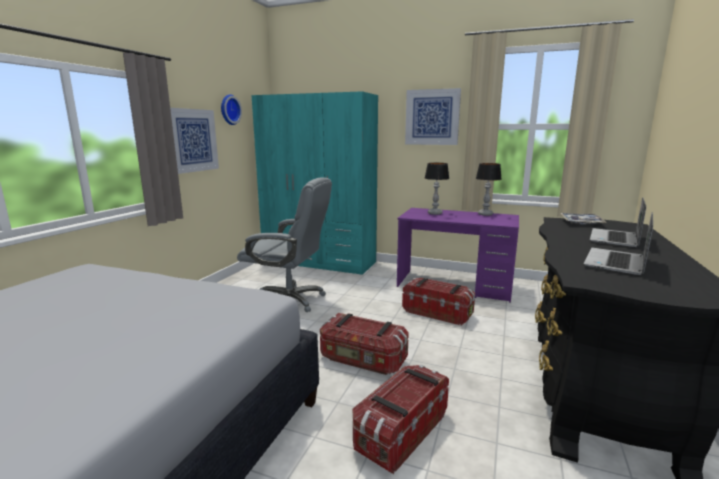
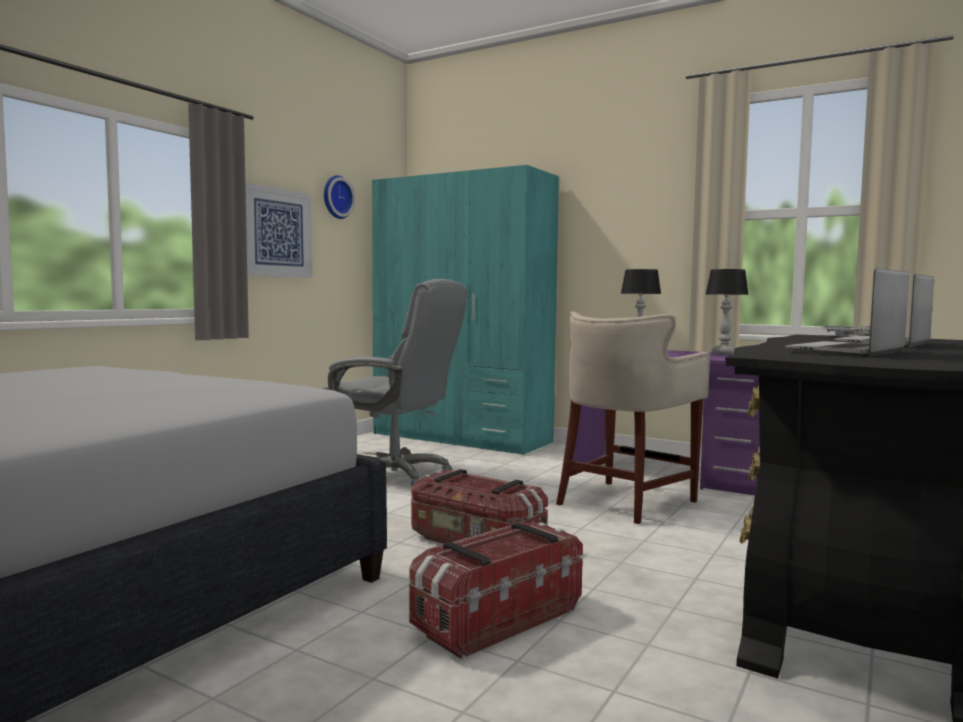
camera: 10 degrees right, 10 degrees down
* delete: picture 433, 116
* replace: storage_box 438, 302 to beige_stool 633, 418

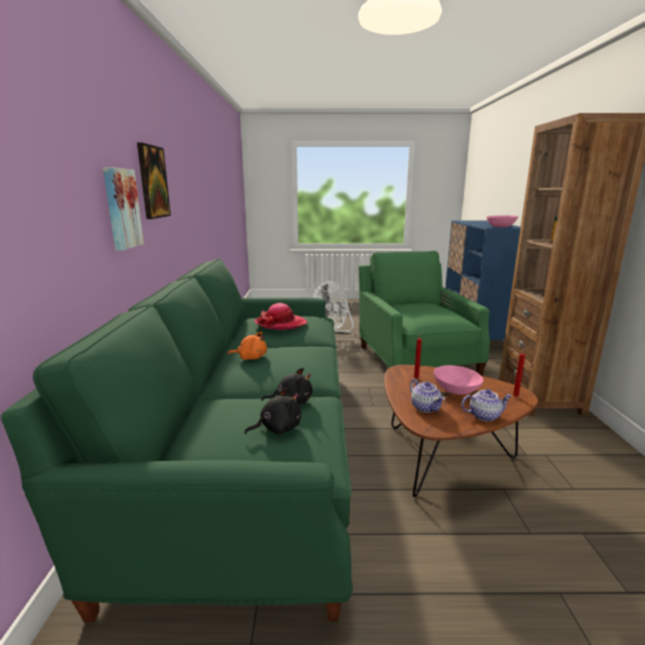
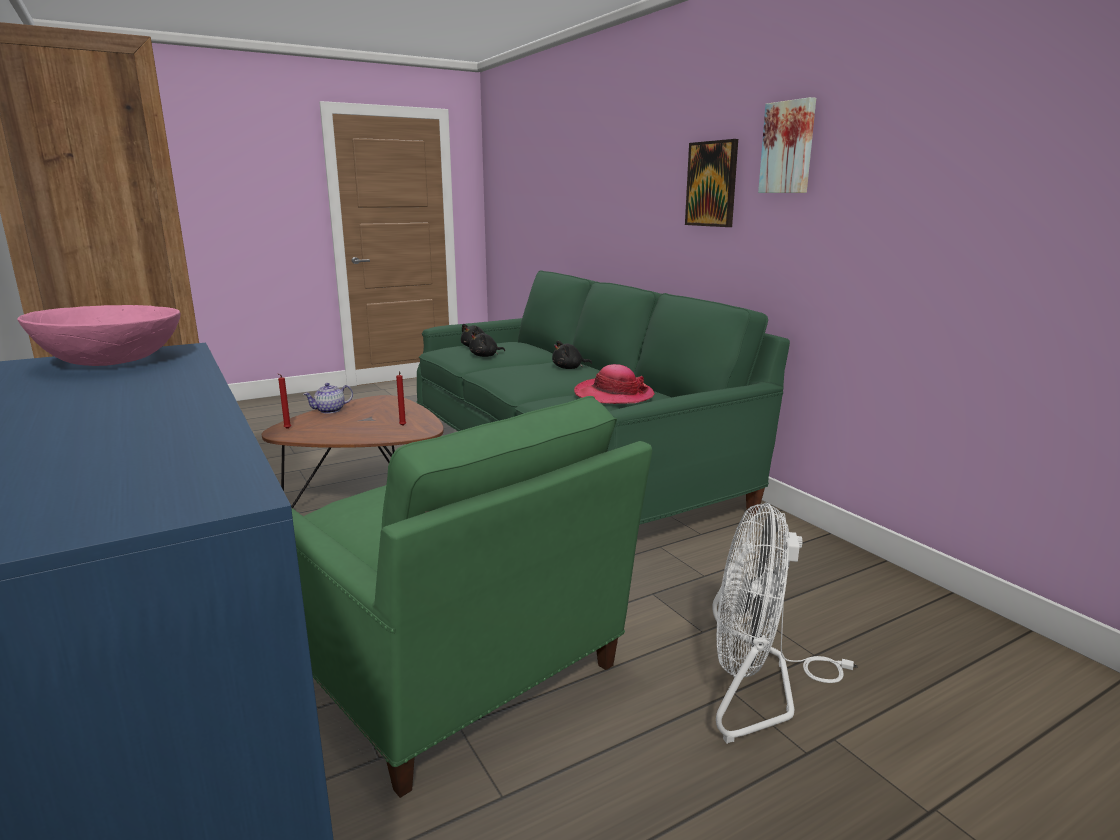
camera: 150 degrees right, 0 degrees up
* move: picture 123, 209 to 787, 145
* recolor: orange_plush_toy 247, 346 to black_plush_toy 572, 355
* delete: pink_bowl 458, 380
* delete: teapot 427, 396

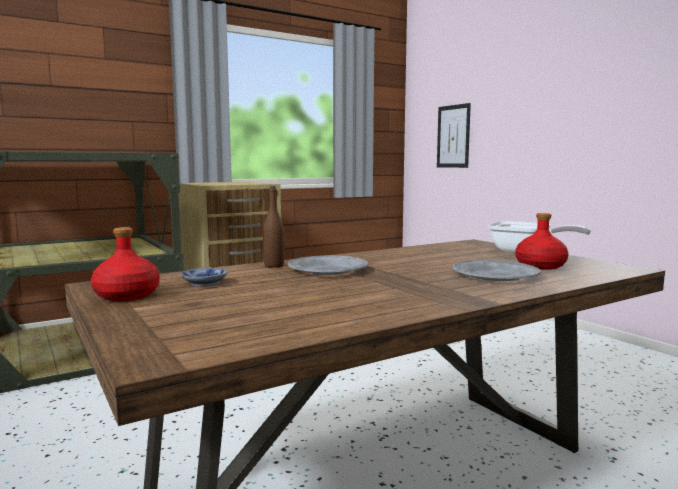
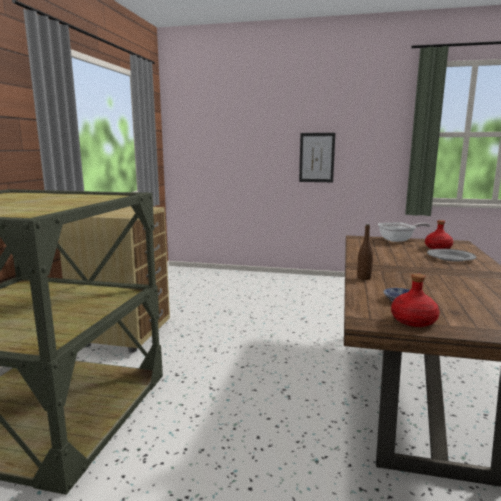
camera: 45 degrees left, 5 degrees up
* move: picture 454, 135 to 317, 157
* delete: grey_plate 328, 265

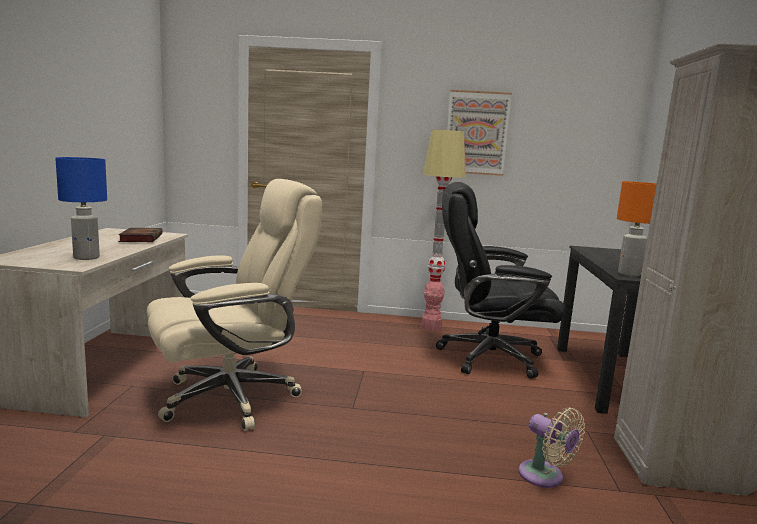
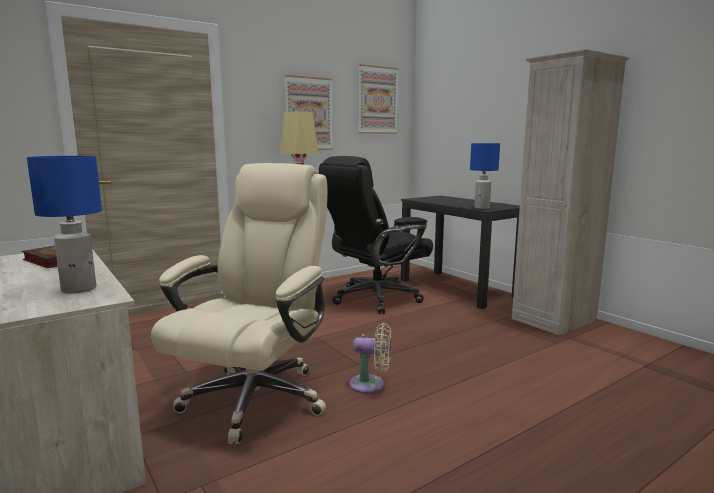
camera: 40 degrees left, 0 degrees up
* recolor: orange_table_lamp 637, 228 to blue_table_lamp 485, 176
* move: beige_fan 551, 448 to 370, 358
* insert: picture 378, 99

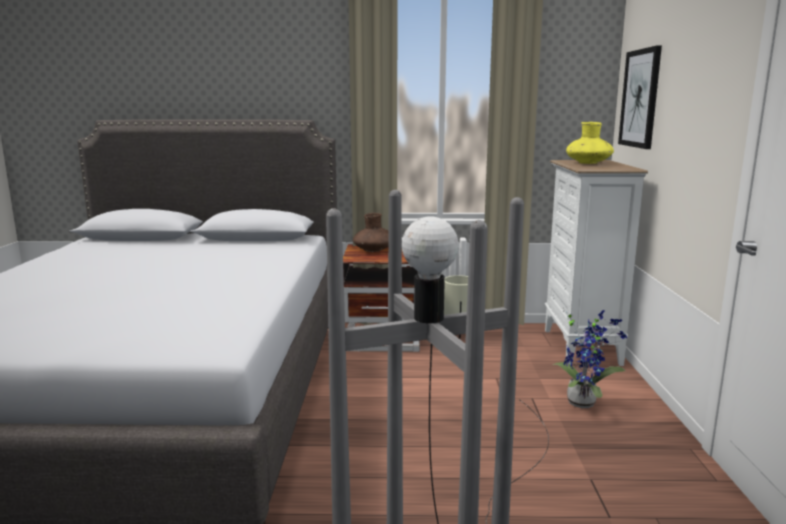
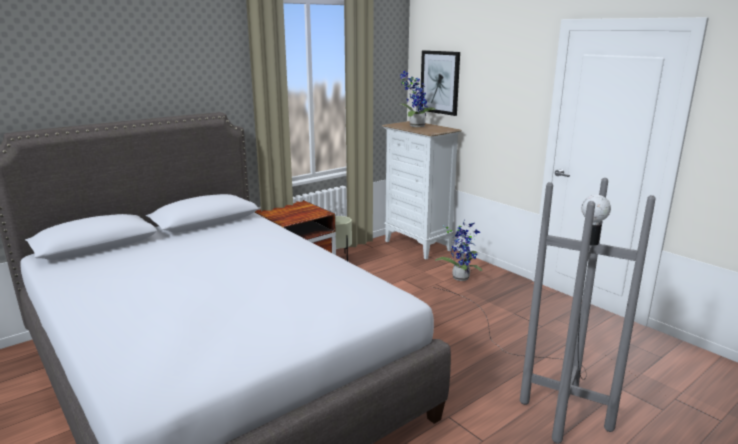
camera: 40 degrees left, 5 degrees up
* replace: yellow_vase 590, 143 to potted_plant 418, 99
* delete: brown_vase 371, 232

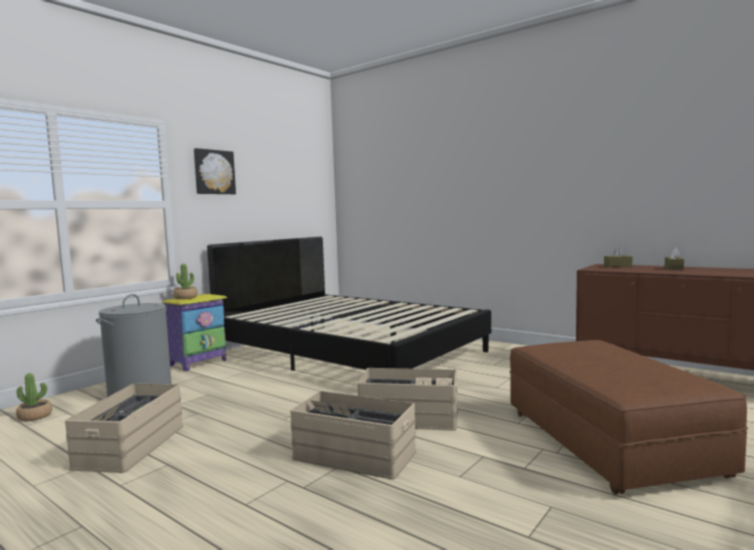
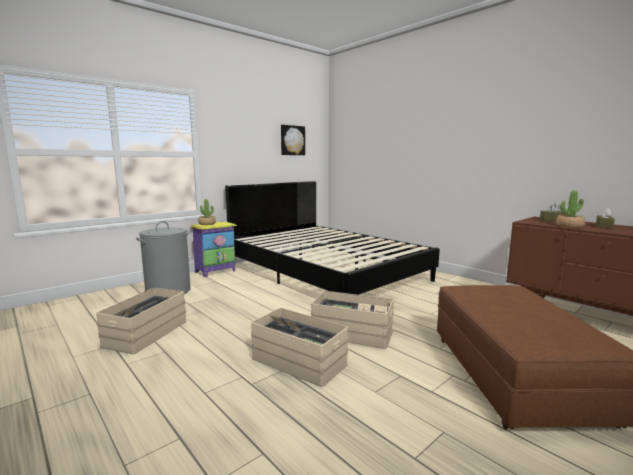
camera: 10 degrees right, 5 degrees up
* move: picture 215, 171 to 293, 140
* move: potted_plant 34, 397 to 570, 209

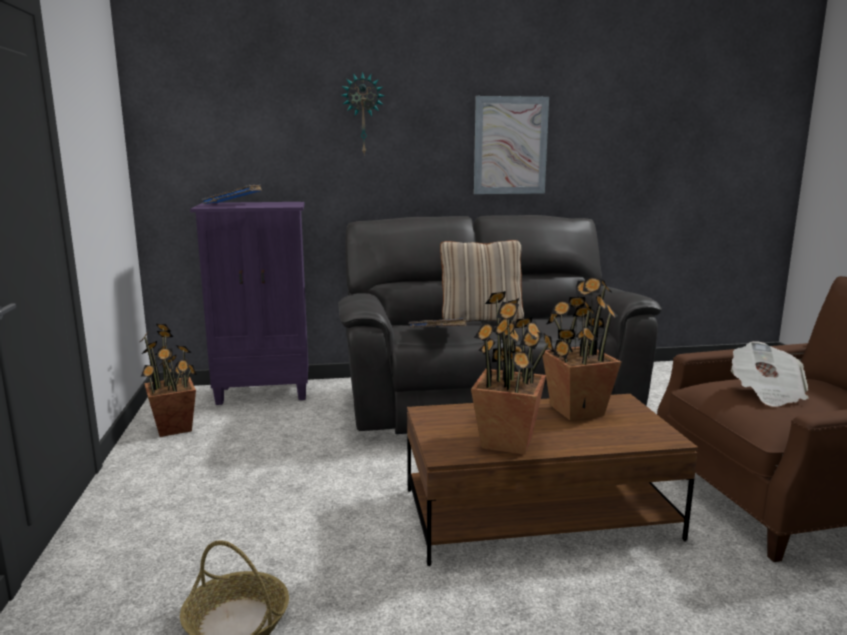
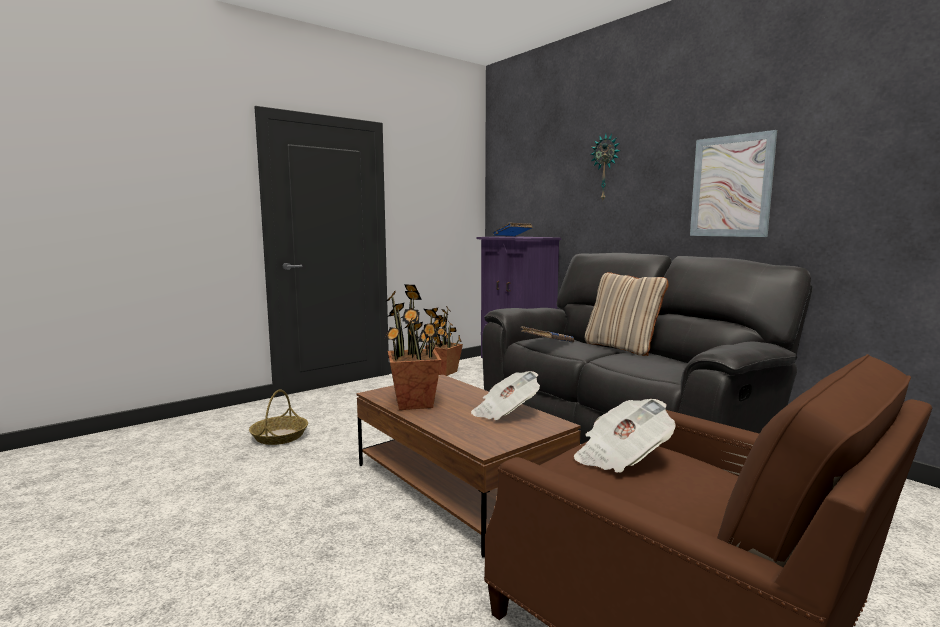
camera: 60 degrees right, 5 degrees down
* replace: potted_plant 582, 348 to newspaper 505, 395

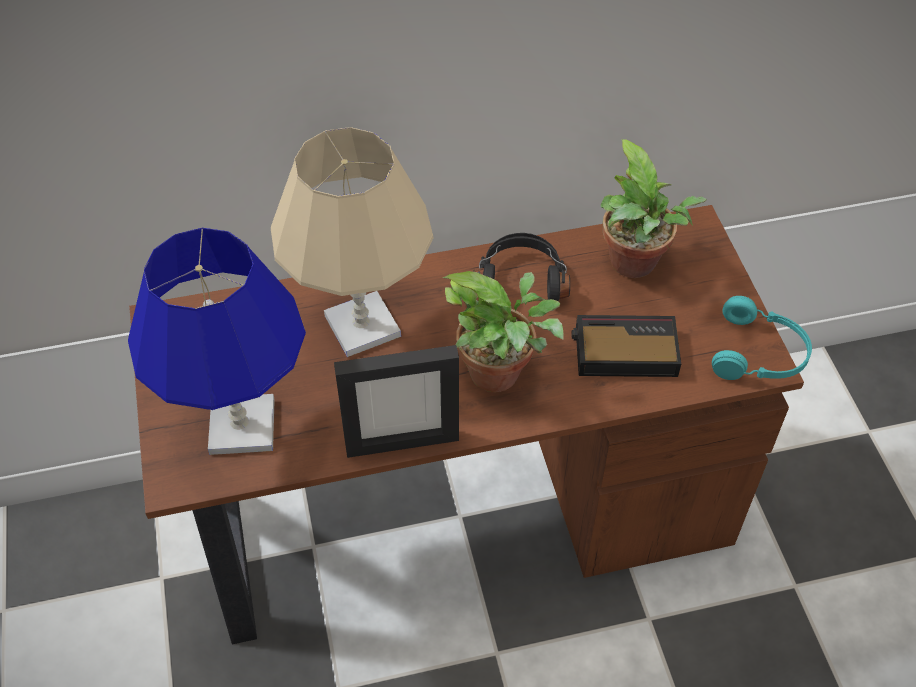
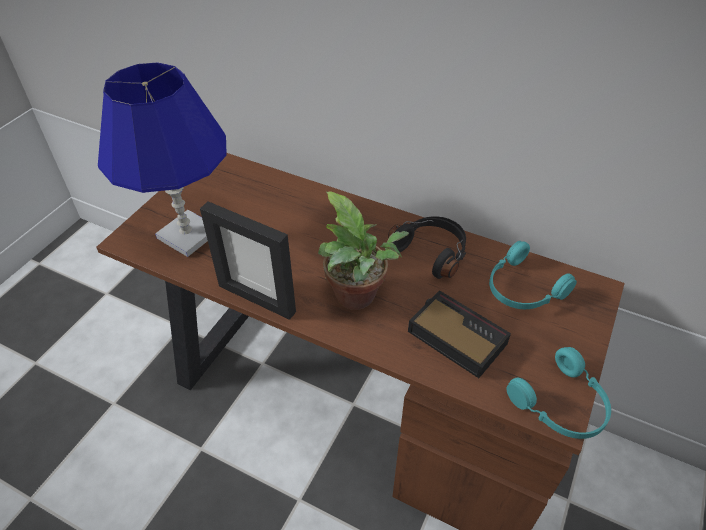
camera: 40 degrees right, 5 degrees down
* delete: beige_table_lamp 352, 242
* replace: potted_plant 653, 208 to turquoise_headphones 533, 275

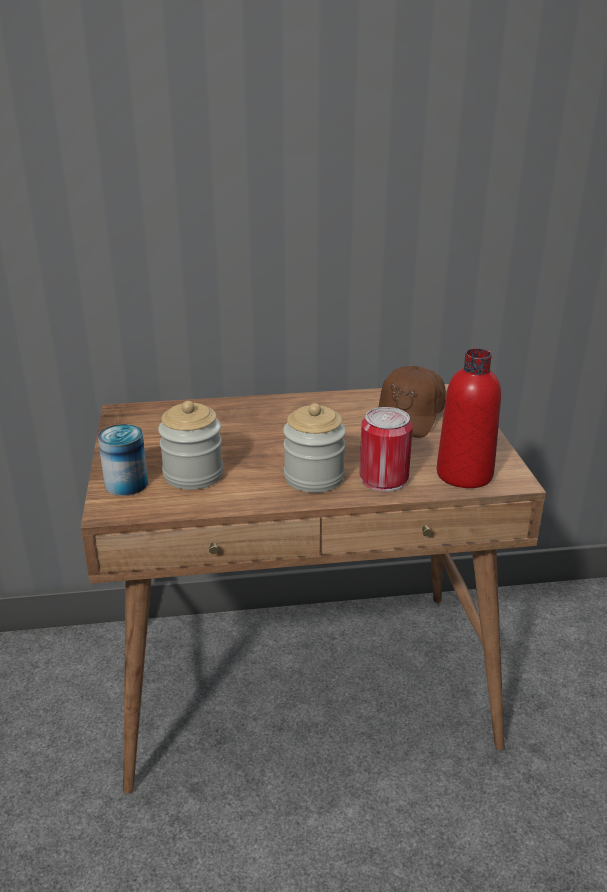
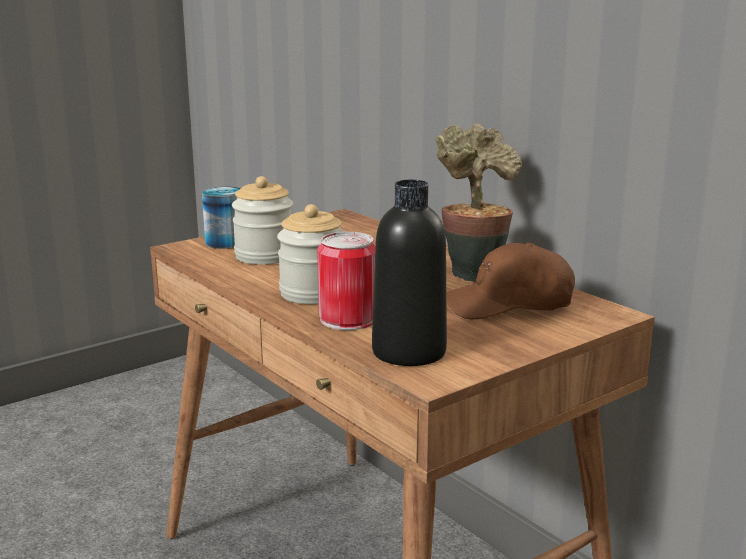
camera: 60 degrees right, 10 degrees down
* recolor: red_bottle 469, 418 to black_bottle 409, 273
* insert: potted_plant 479, 202

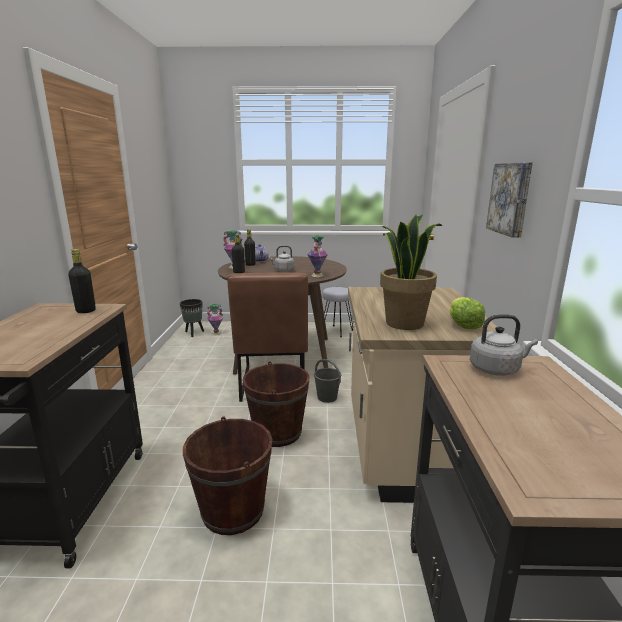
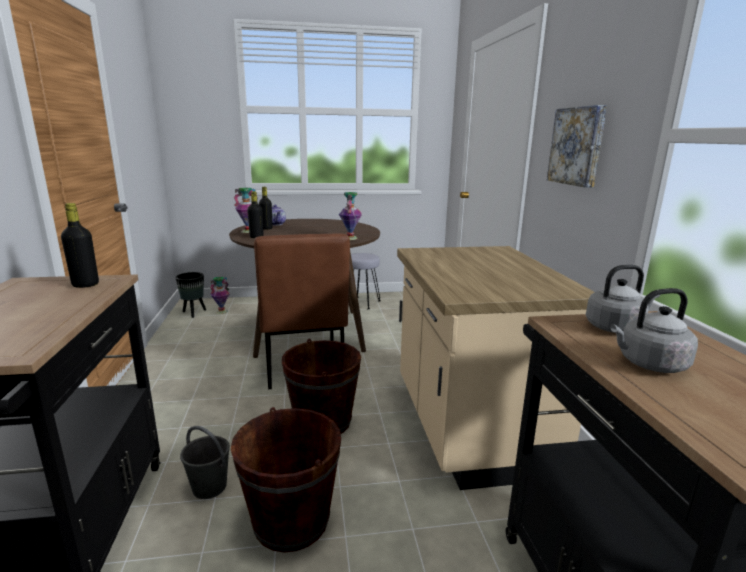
camera: 10 degrees left, 0 degrees up
* delete: potted_plant 411, 272
* move: grey_kettle 282, 259 to 654, 330
* delete: lettuce 467, 313
* move: grey_bucket 327, 381 to 205, 462

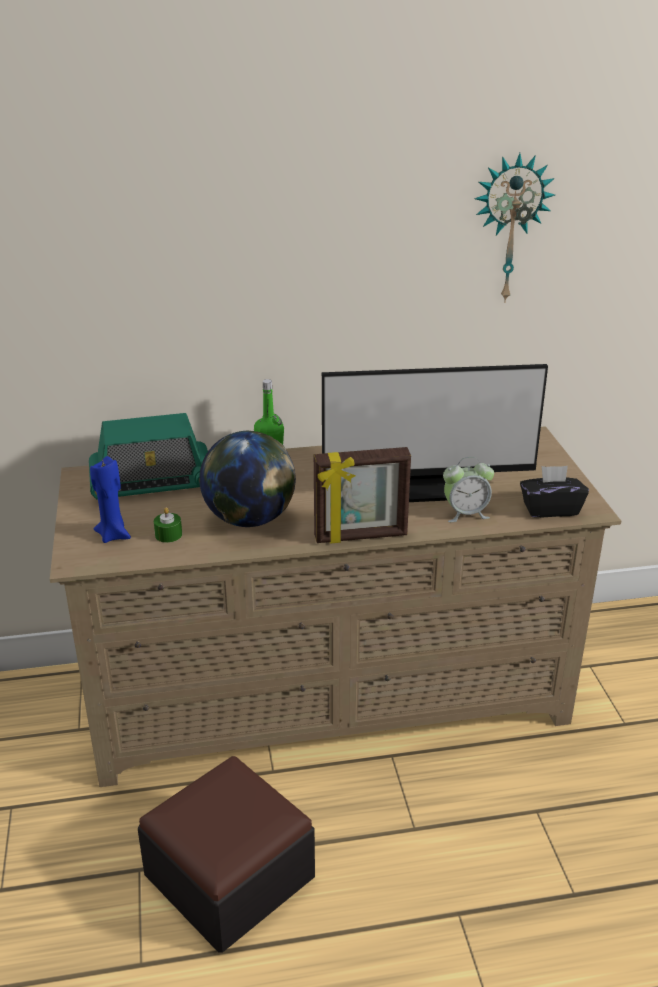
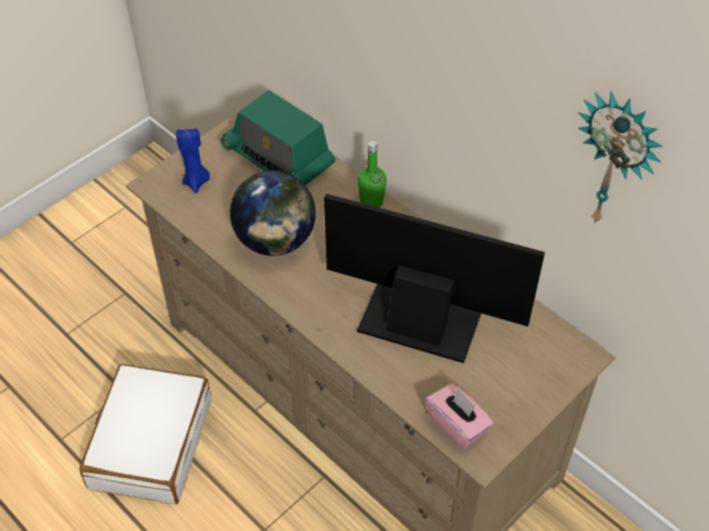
camera: 55 degrees right, 20 degrees up
* rotate: monitor 435, 433 = 434, 278 150 degrees clockwise
* delete: picture_frame 362, 495
* delete: alarm_clock 468, 489
* recolor: black_tissue_box 554, 492 to pink_tissue_box 459, 416
* delete: green_candle 168, 525
* replace: ottoman 226, 854 to white_suitcase 145, 434

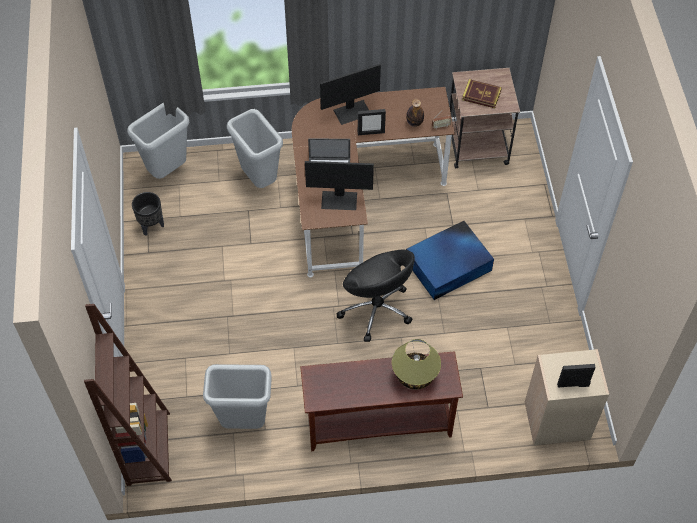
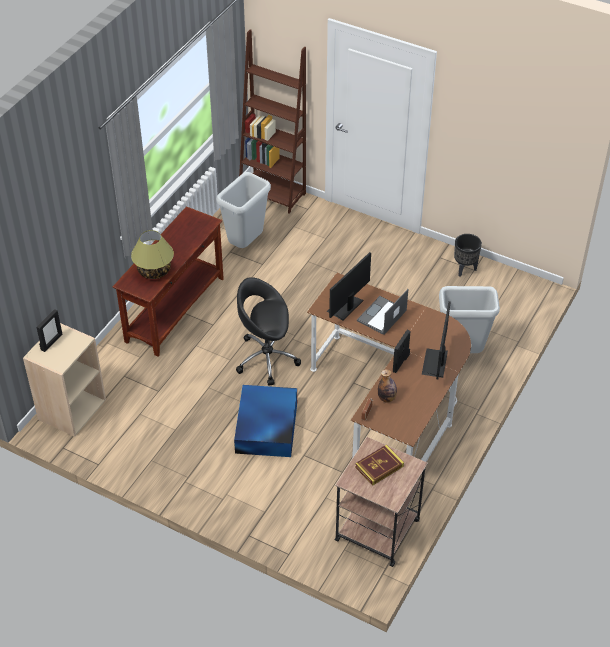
camera: 125 degrees right, 10 degrees down
* delete: grey_trash_can 158, 140

